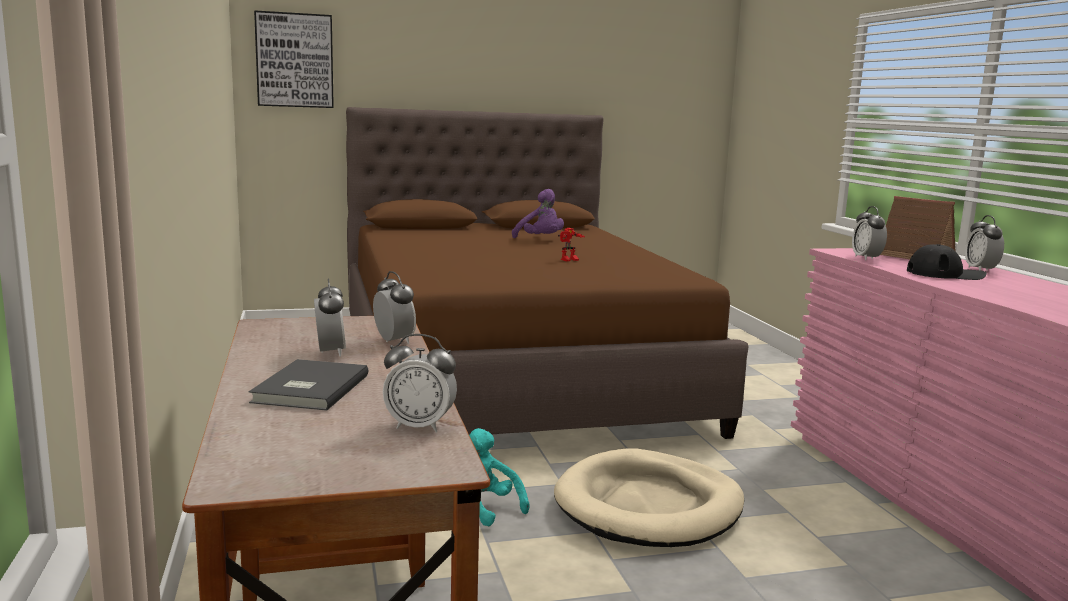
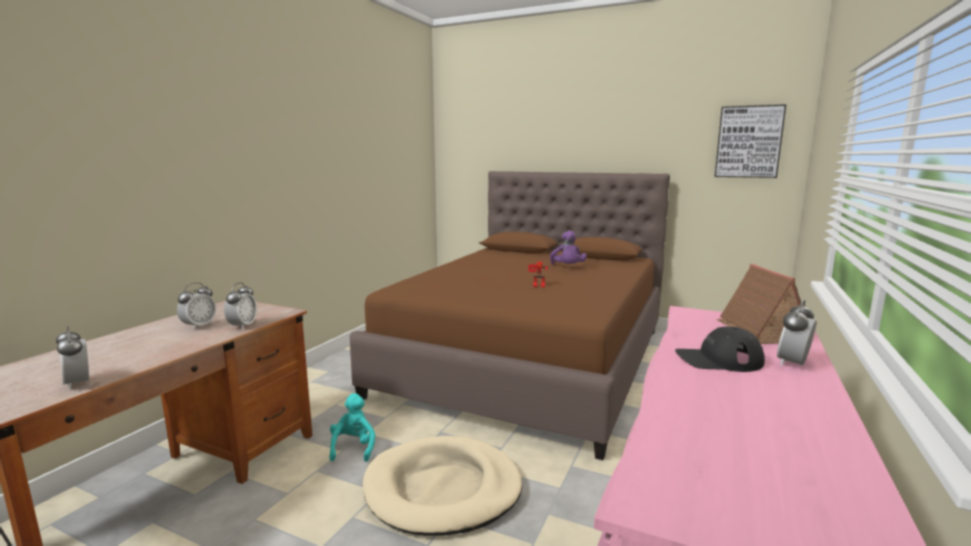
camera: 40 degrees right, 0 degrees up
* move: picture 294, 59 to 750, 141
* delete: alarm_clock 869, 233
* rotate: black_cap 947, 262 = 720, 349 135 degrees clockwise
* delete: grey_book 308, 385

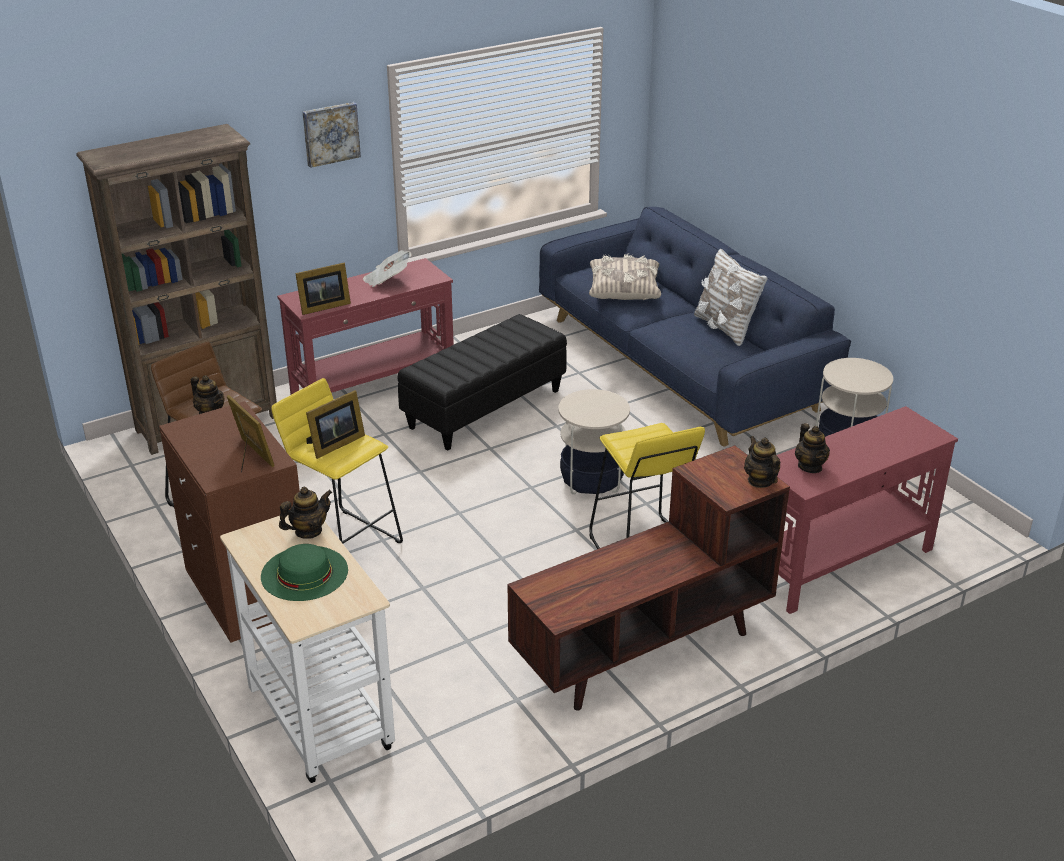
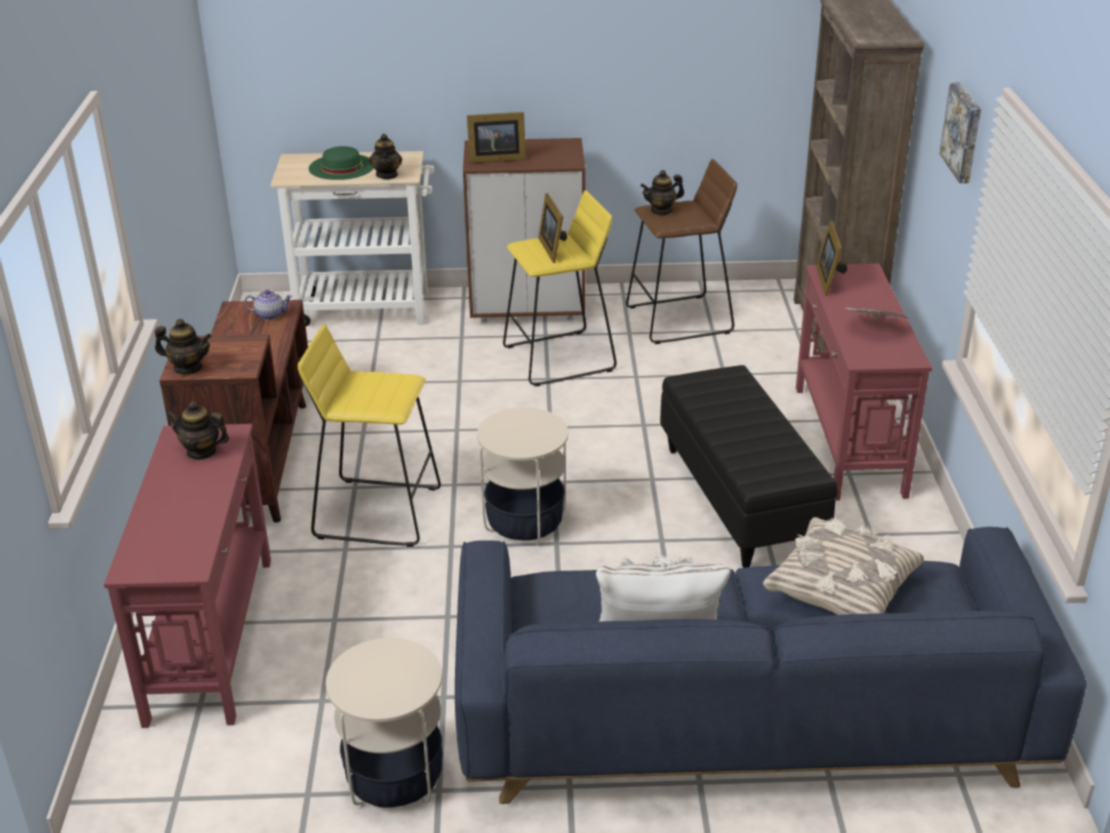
camera: 120 degrees right, 0 degrees up
* insert: teapot 268, 305

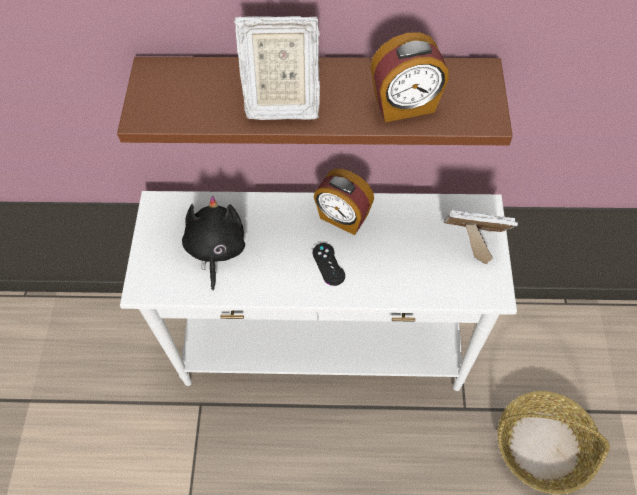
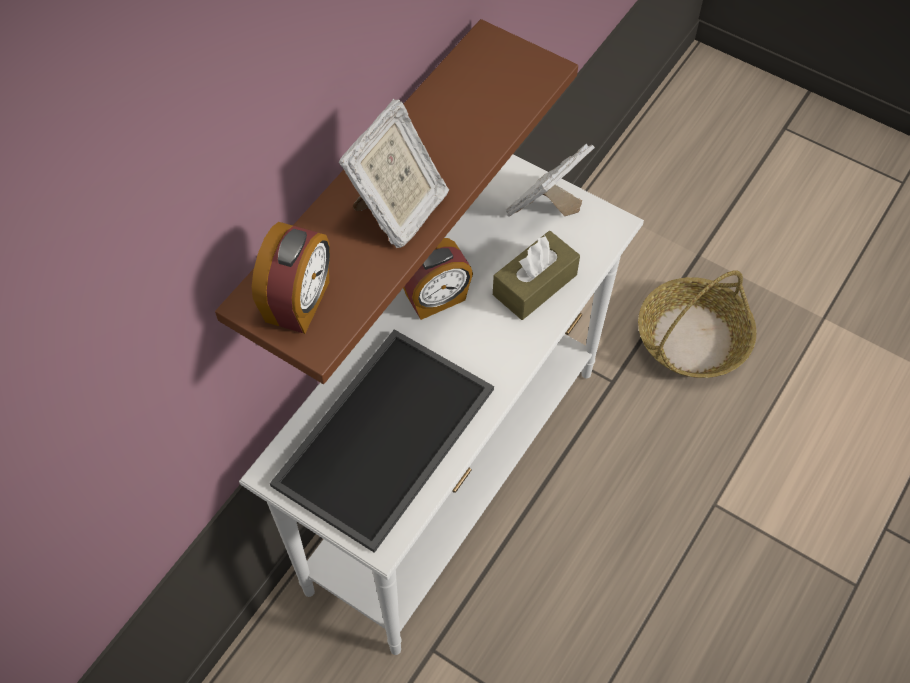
camera: 60 degrees left, 0 degrees up
* move: alarm_clock 409, 77 to 291, 278
* replace: black_plush_toy 213, 243 to tray 382, 441
* delete: black_game_controller 328, 264
* insert: brown_tissue_box 536, 275

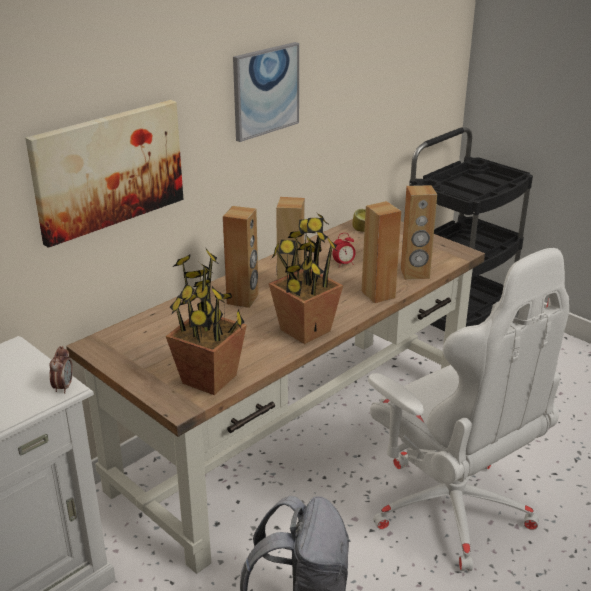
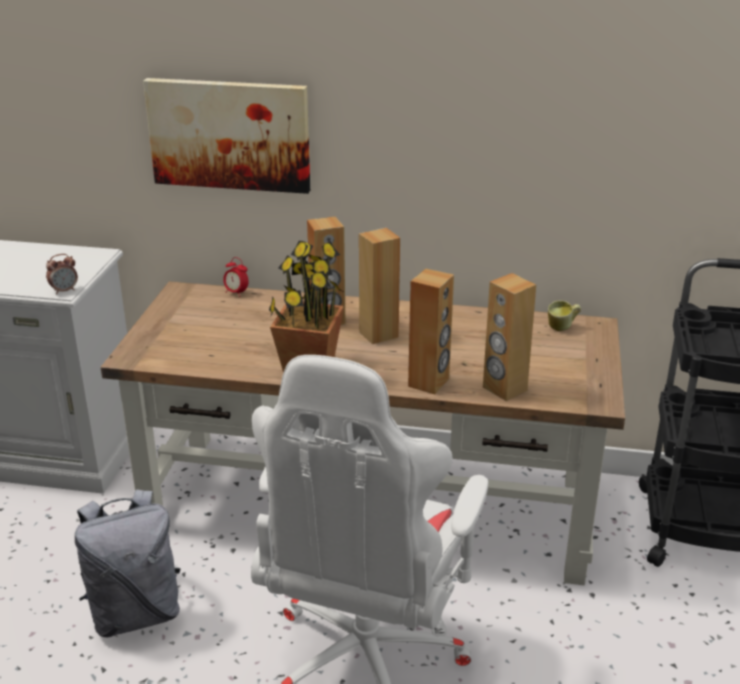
camera: 55 degrees right, 0 degrees up
* delete: picture 266, 92
* move: alarm_clock 344, 250 to 235, 277
* delete: potted_plant 206, 322

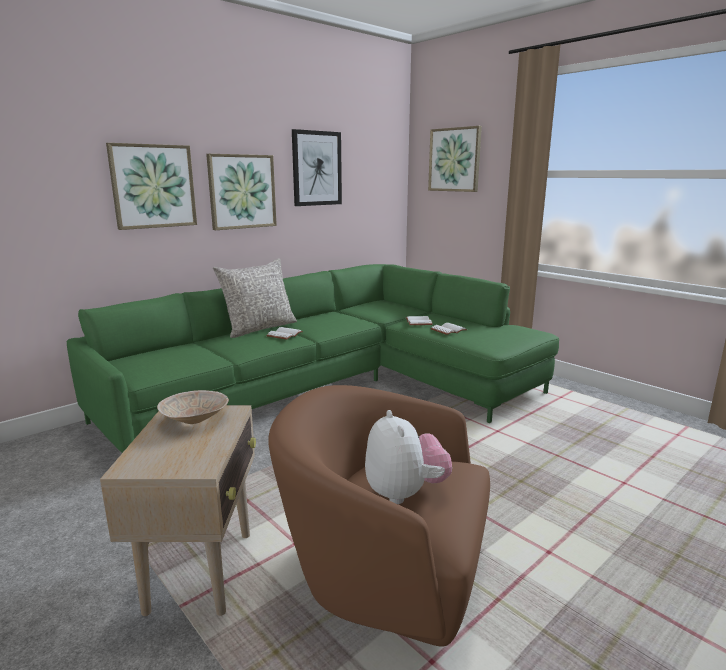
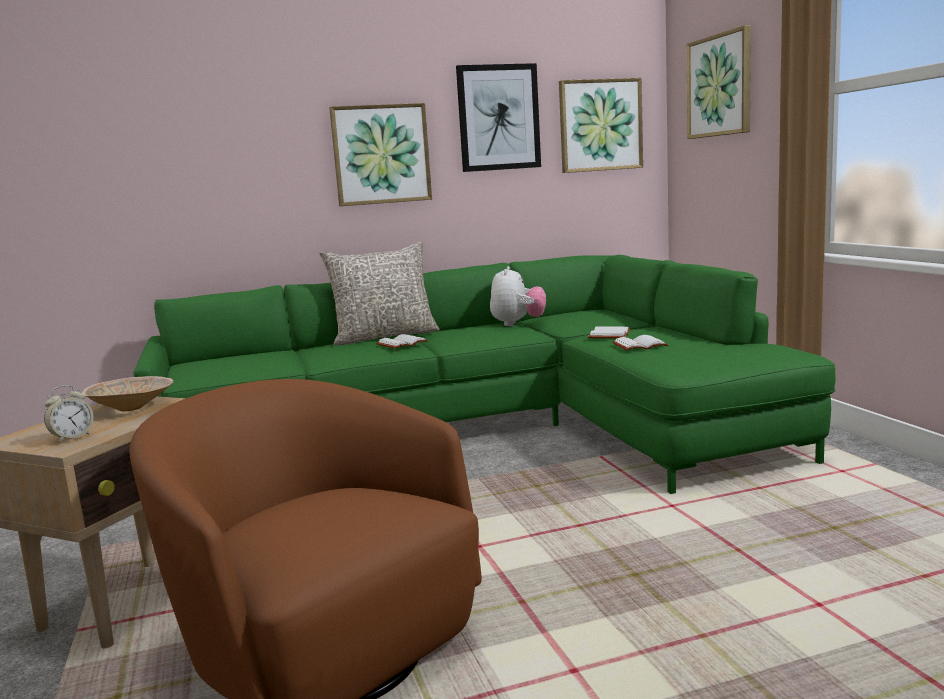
camera: 25 degrees right, 5 degrees down
* move: picture 151, 186 to 601, 125
* move: plush_toy 408, 457 to 518, 296
* insert: alarm_clock 69, 414

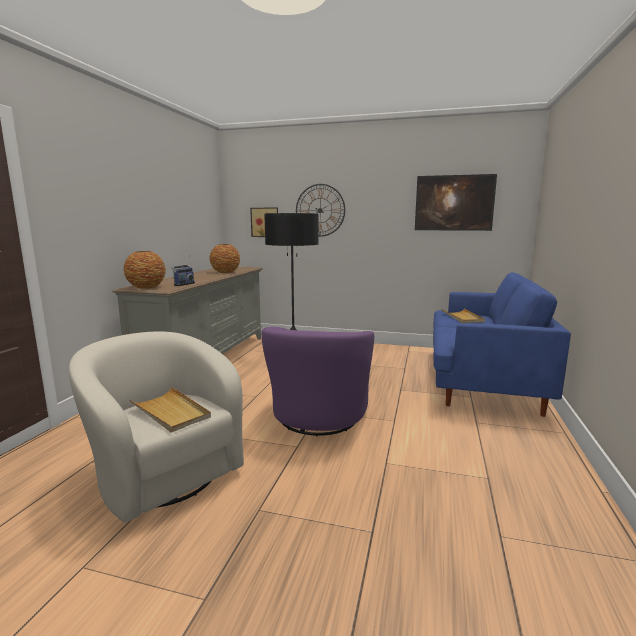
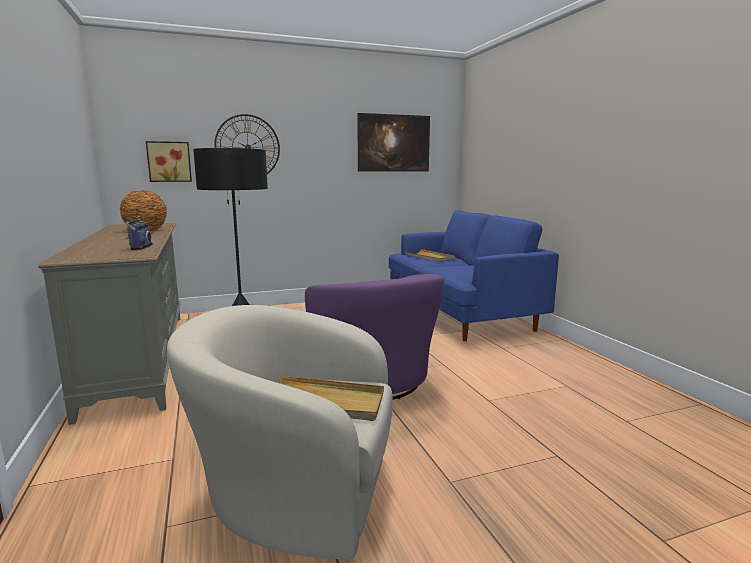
camera: 35 degrees left, 0 degrees up
* delete: vase 145, 270

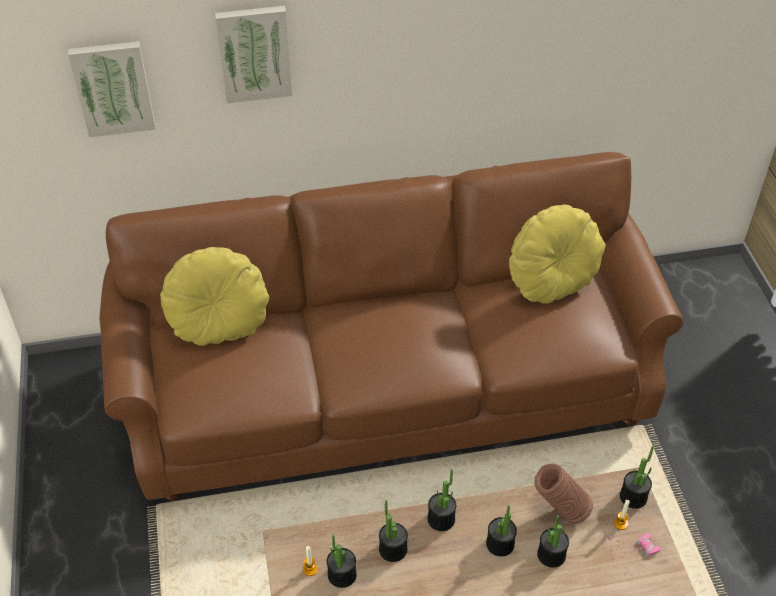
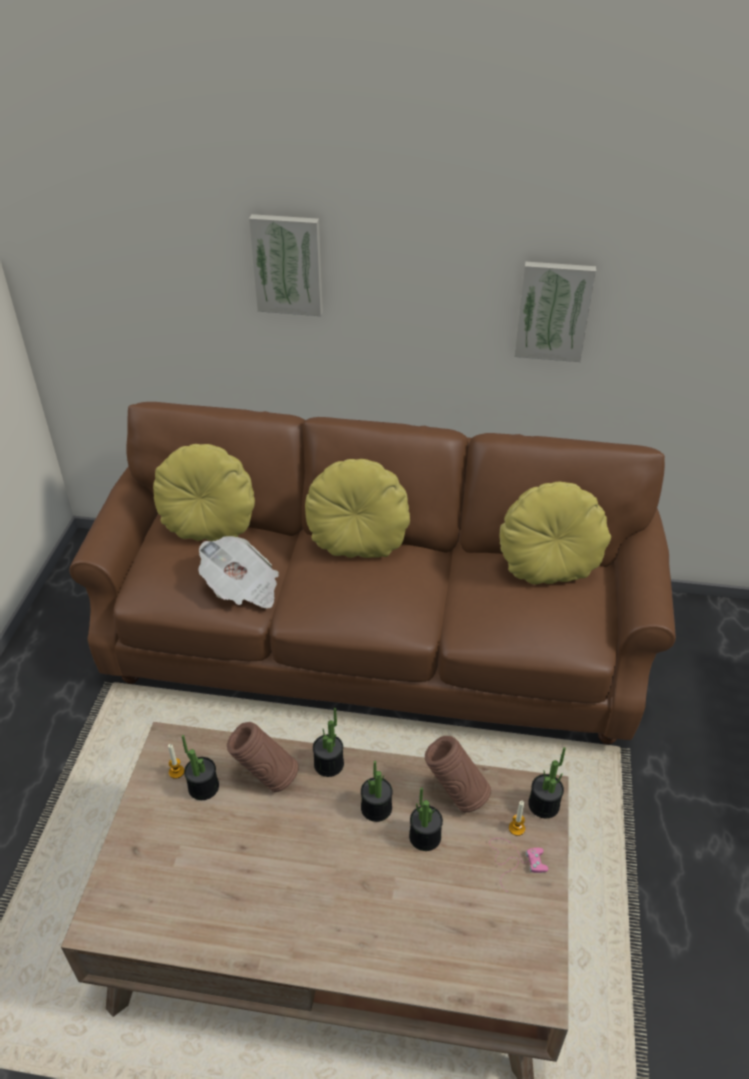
camera: 20 degrees right, 5 degrees down
* move: picture 112, 89 to 555, 311
* replace: potted_plant 393, 531 to brown_vase 263, 757
* insert: yellow_pillow 357, 508
* insert: newspaper 238, 572

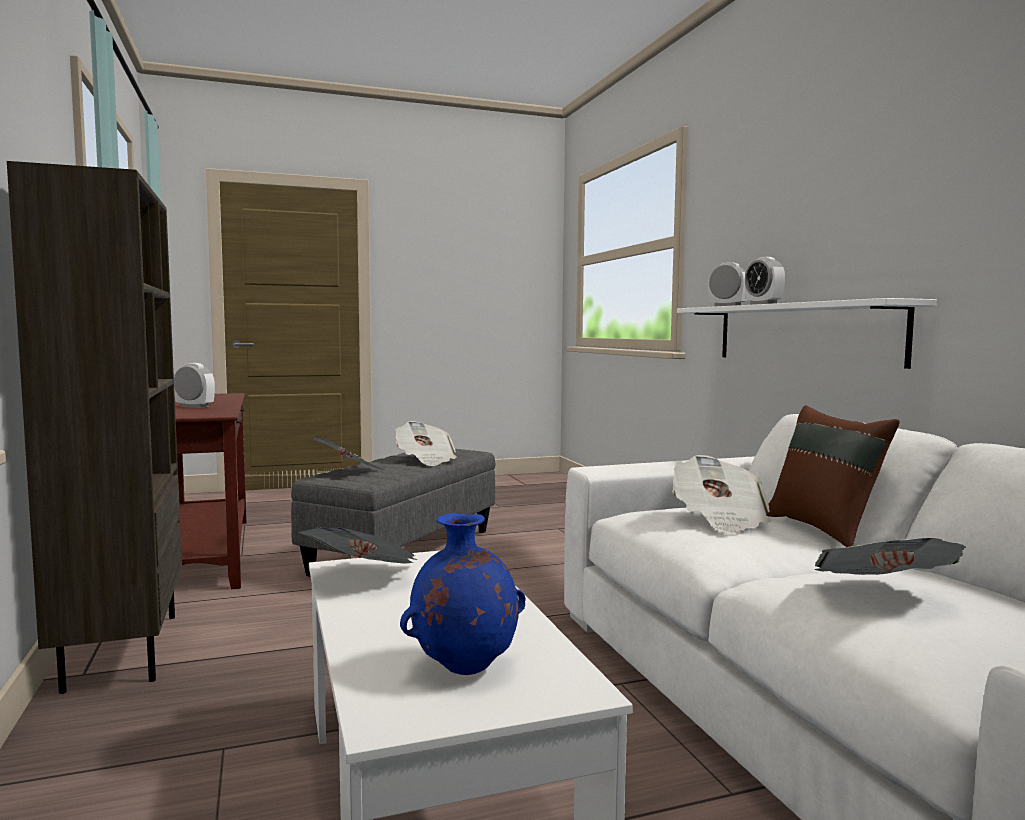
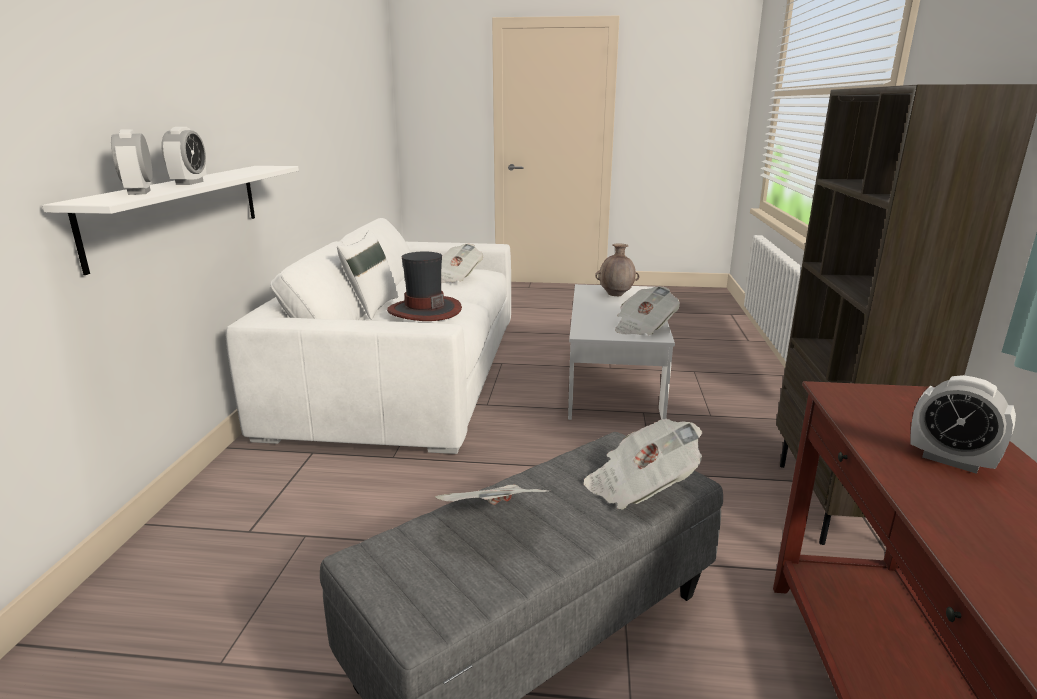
camera: 155 degrees left, 15 degrees up
* recolor: brown_pillow 833, 476 to white_pillow 367, 275
* replace: newspaper 721, 494 to hat 424, 286
* recolor: blue_vase 463, 594 to brown_vase 617, 269

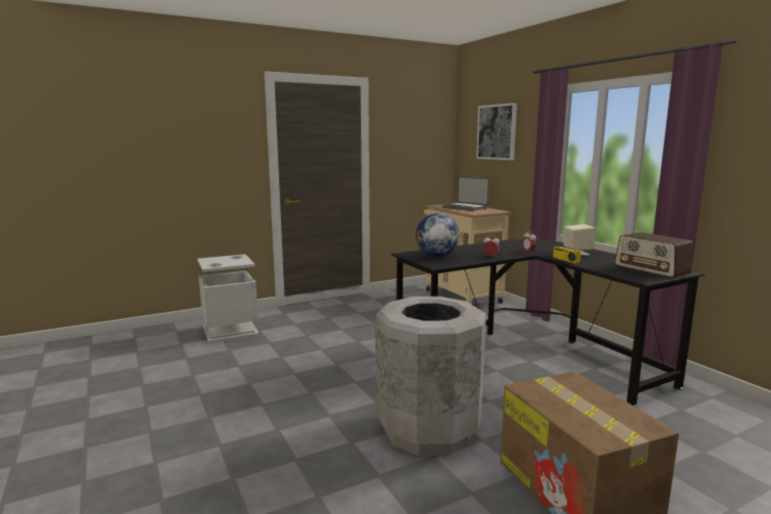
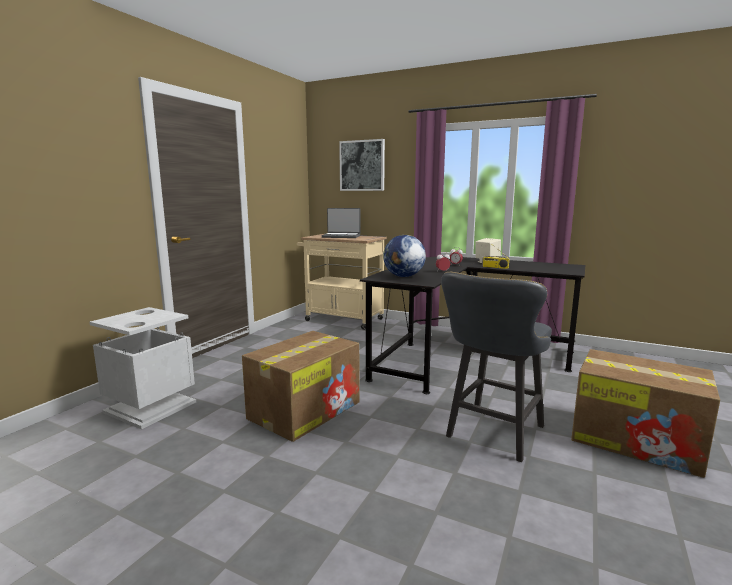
camera: 35 degrees left, 0 degrees up
* delete: radio 654, 254
* replace: grey_trash_can 431, 376 to grey_stool 496, 367
* insert: cardboard_box 301, 386

